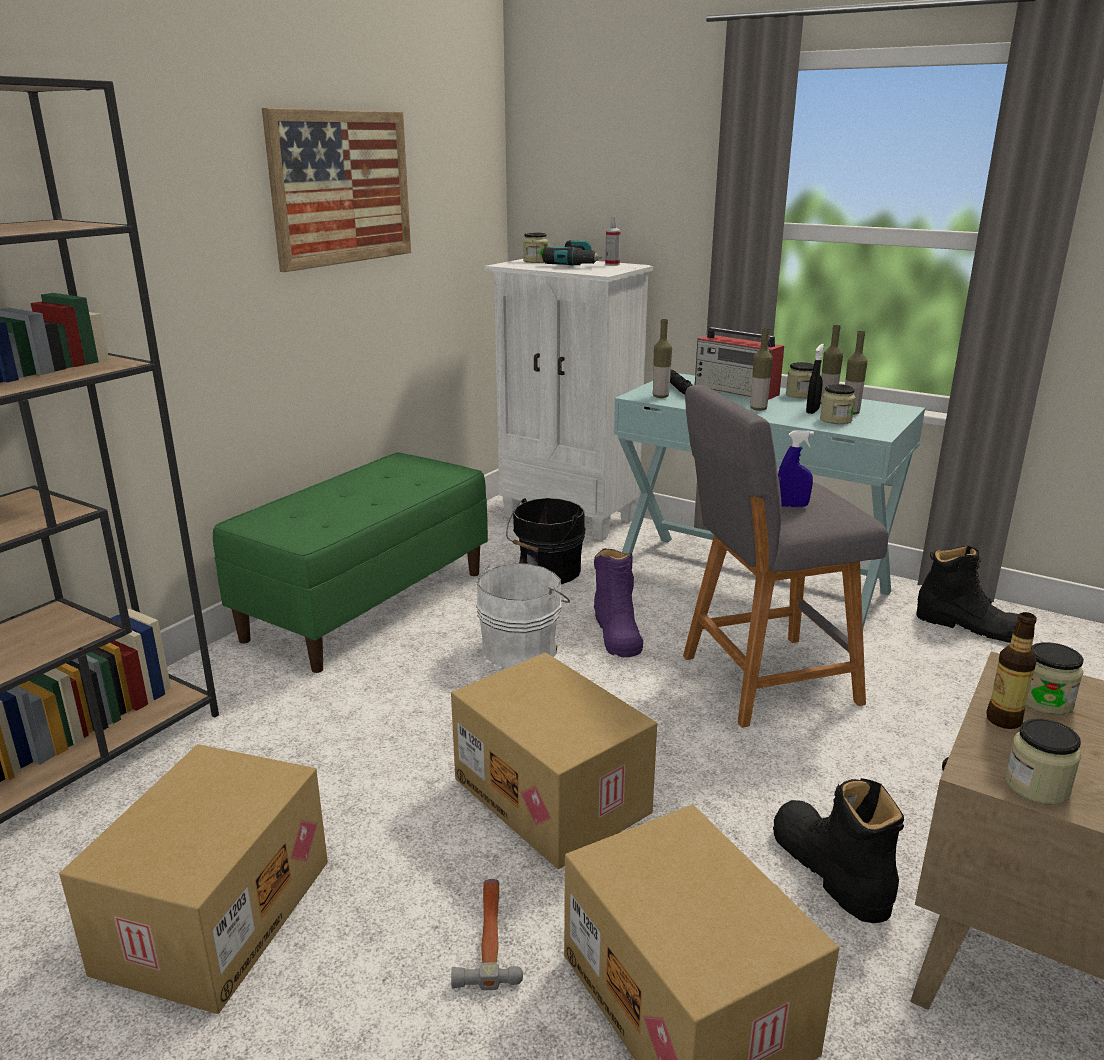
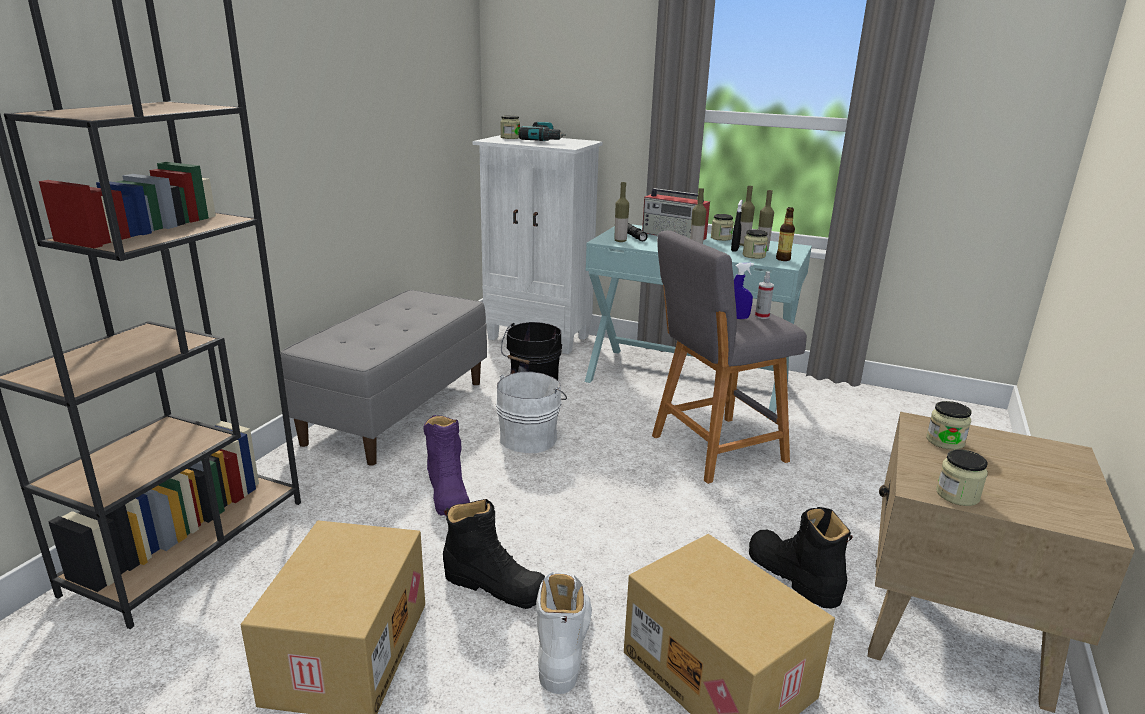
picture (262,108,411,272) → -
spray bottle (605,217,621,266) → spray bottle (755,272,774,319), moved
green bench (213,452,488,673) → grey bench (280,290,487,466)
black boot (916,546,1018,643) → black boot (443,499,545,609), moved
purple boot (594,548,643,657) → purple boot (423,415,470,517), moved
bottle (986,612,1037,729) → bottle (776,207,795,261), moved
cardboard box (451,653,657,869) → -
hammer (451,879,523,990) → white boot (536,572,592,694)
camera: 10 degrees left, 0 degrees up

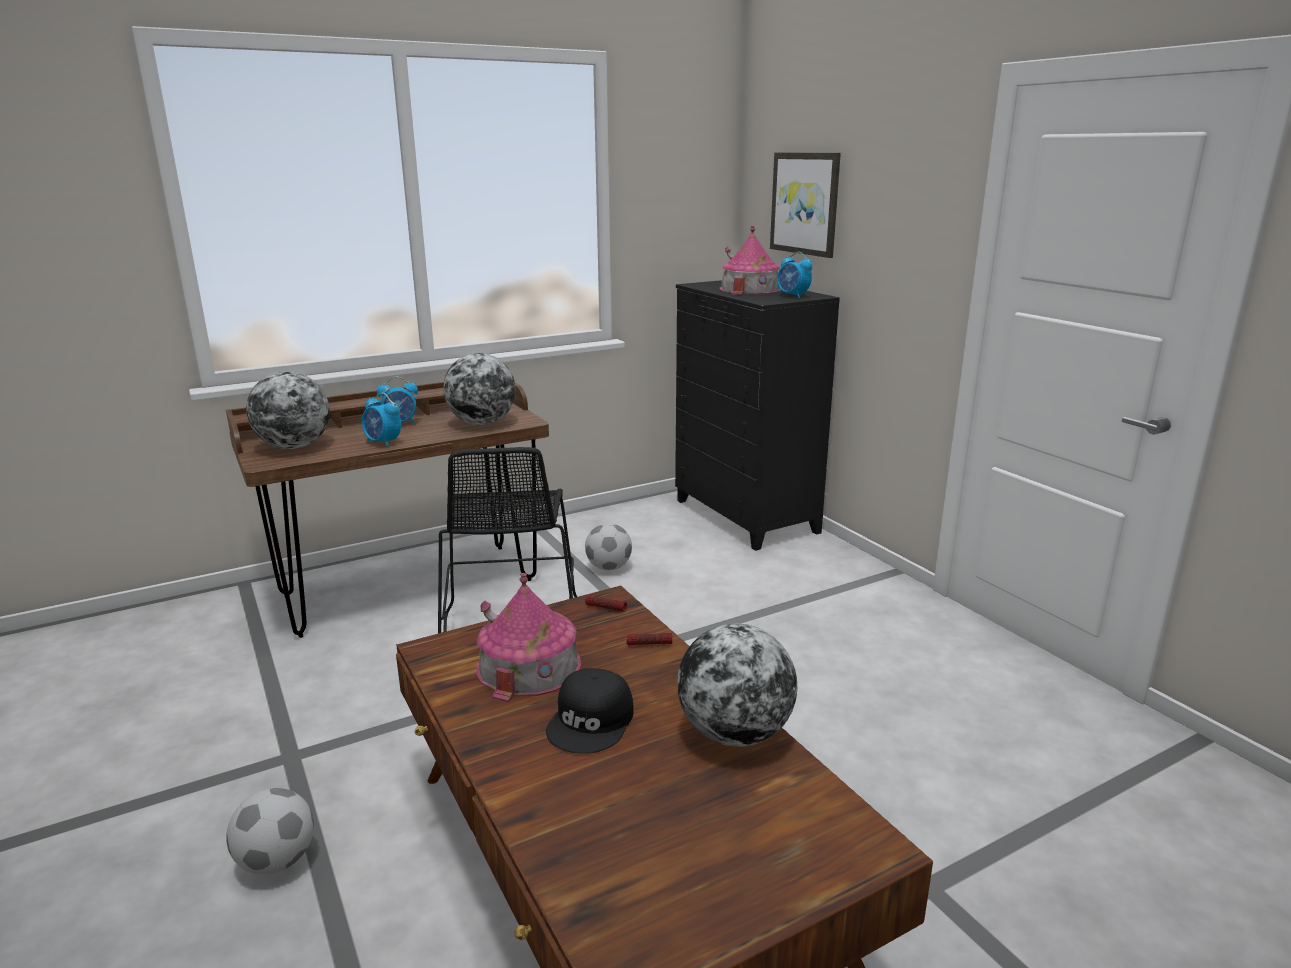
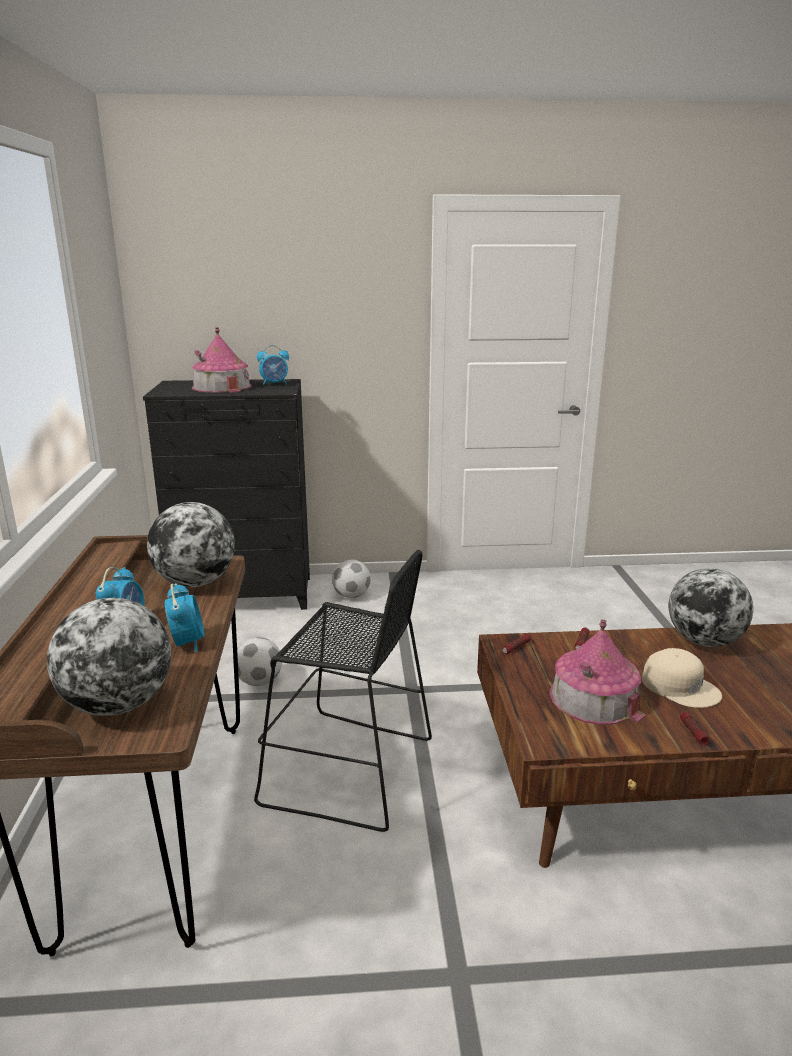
picture (770,152,841,258) → -
alarm clock (362,393,401,447) → alarm clock (165,583,204,652), 75 degrees counterclockwise
black cap (546,668,634,754) → beige cap (642,648,722,708)
football (226,788,314,875) → football (332,559,371,598), moved
- → flashlight (680,712,709,746)
camera: 65 degrees left, 0 degrees up

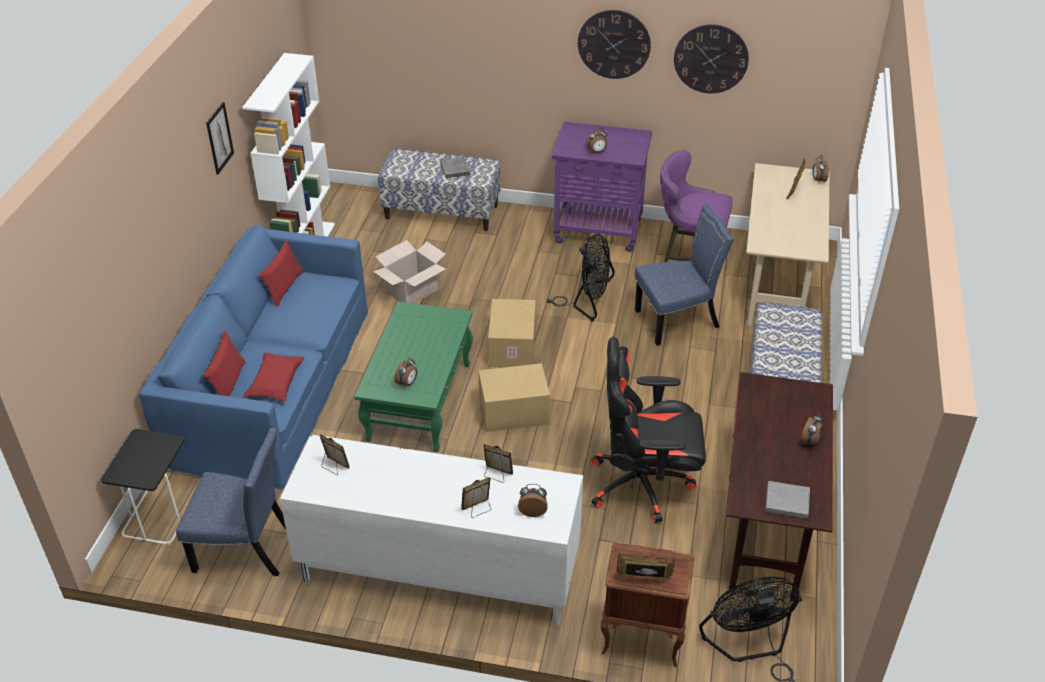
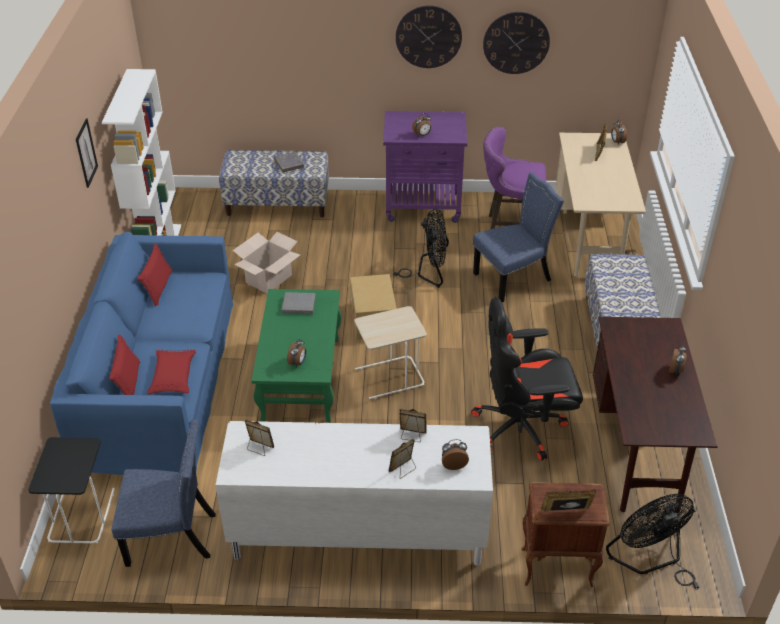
cardboard box (478,363,550,432) → beige side table (354,306,427,399)
grey book (765,481,810,519) → grey book (282,292,316,314), moved
camera: 10 degrees left, 0 degrees up

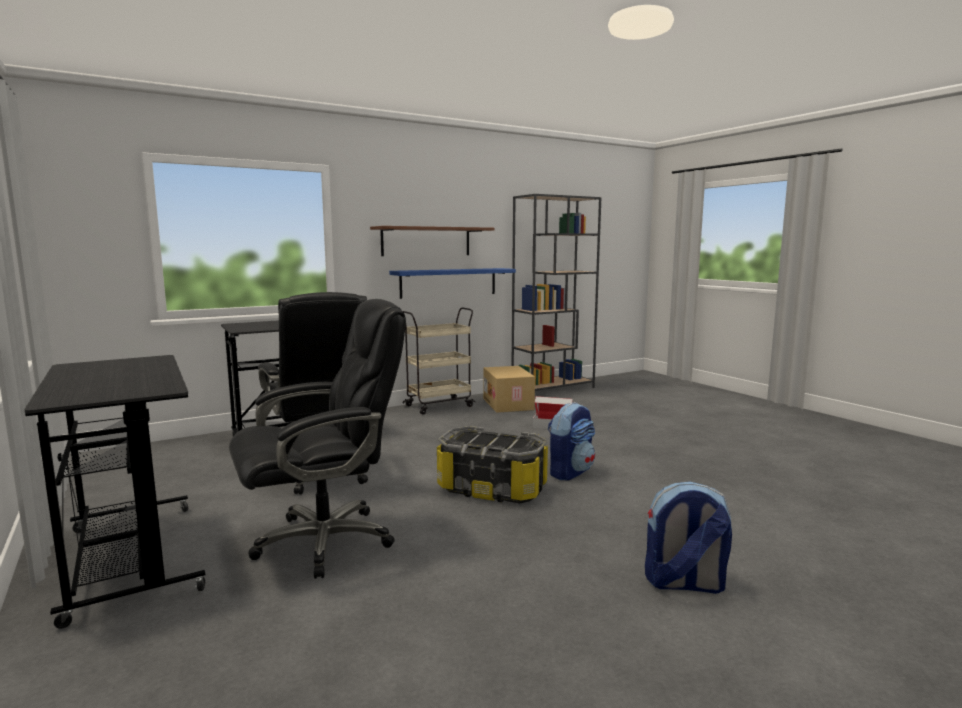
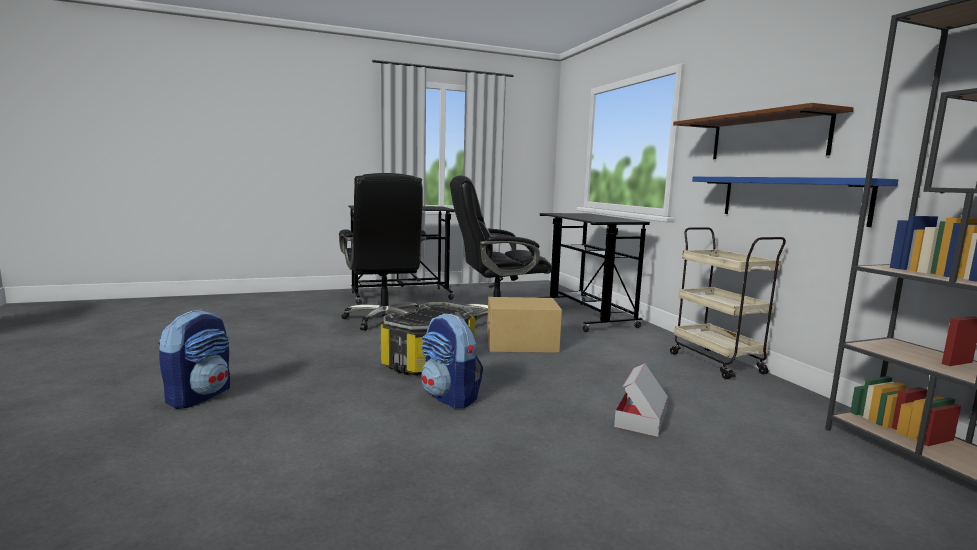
cardboard box (483,366,535,413) → cardboard box (487,297,562,353), moved
camera: 100 degrees right, 0 degrees up

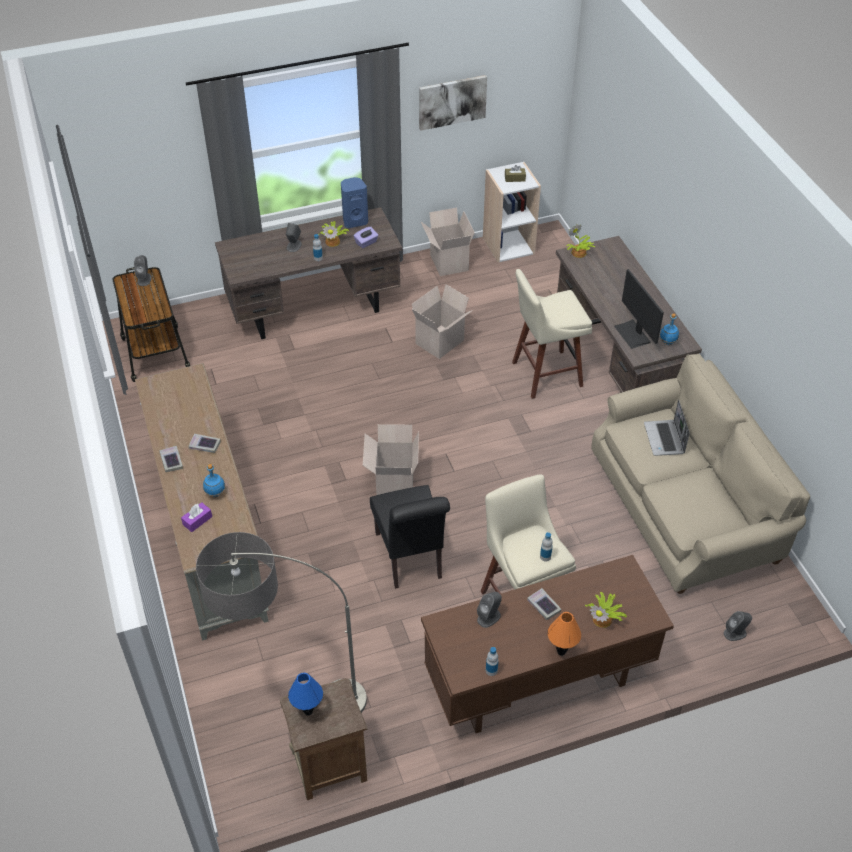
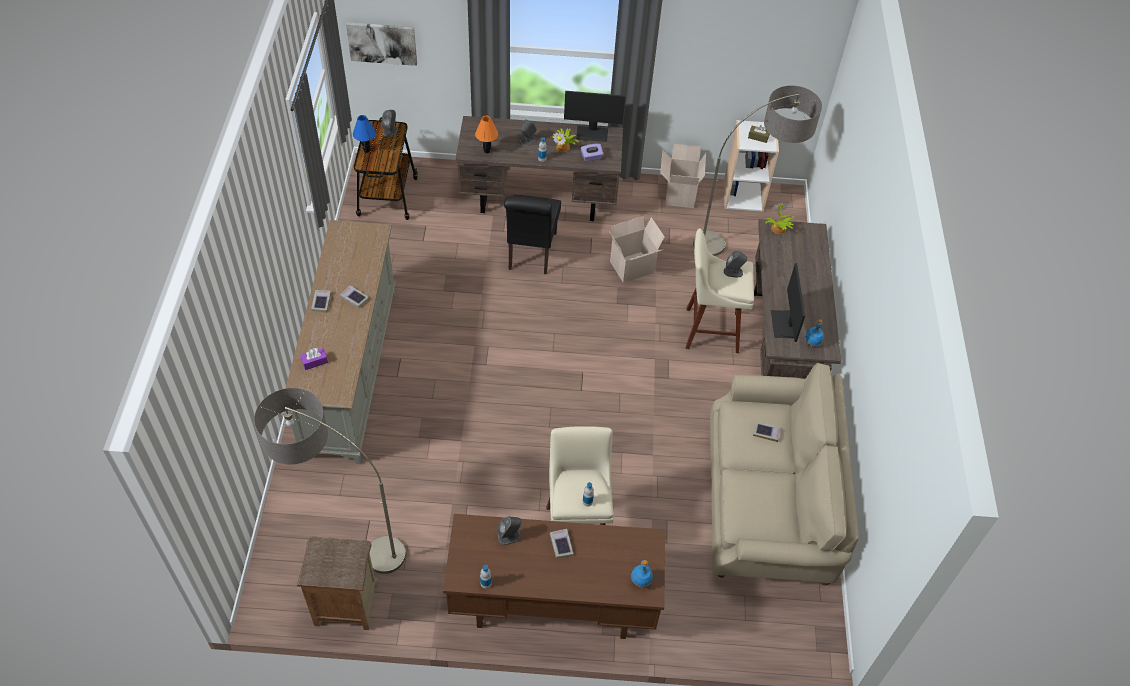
picture (419,75,487,131) → picture (346,22,417,66), moved
blue speaker (341,177,368,228) → monitor (564,91,625,142)
laptop (644,400,690,456) → book (753,422,781,442)
cardboard box (363,424,419,495) → -
blue bottle (203,464,225,497) → blue bottle (631,560,653,587), moved
black chair (370,485,450,589) → black chair (504,195,561,274), moved
potted plant (585,592,627,628) → -
grey speaker (724,611,752,641) → grey speaker (724,250,747,277), moved
orange table lamp (547,612,581,656) → orange table lamp (475,116,498,154), moved
blue table lamp (288,673,323,716) → blue table lamp (353,115,376,153), moved
- → floor lamp (693,85,822,256)
camera: 20 degrees right, 5 degrees up

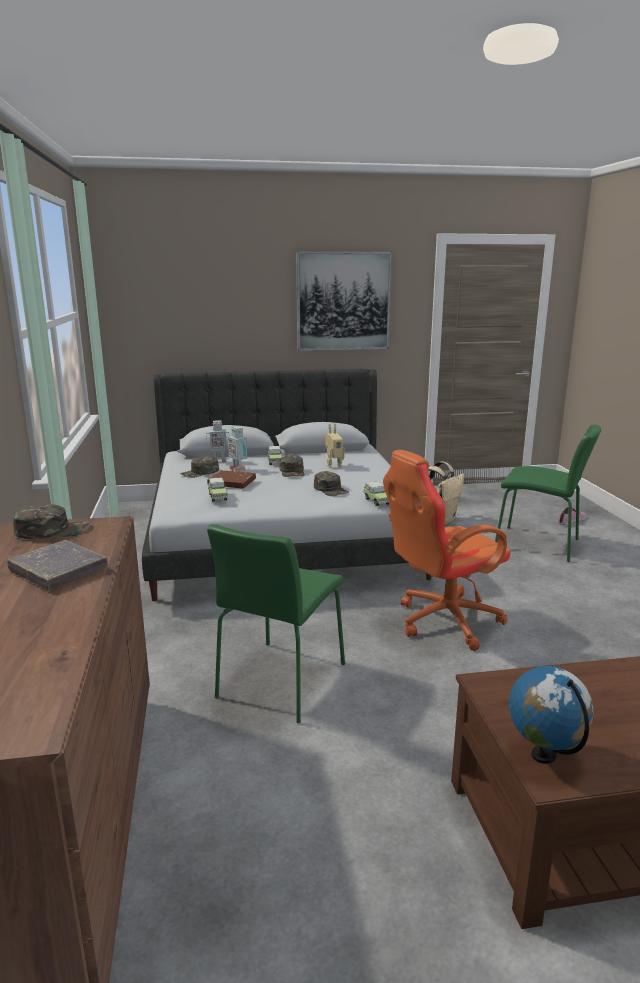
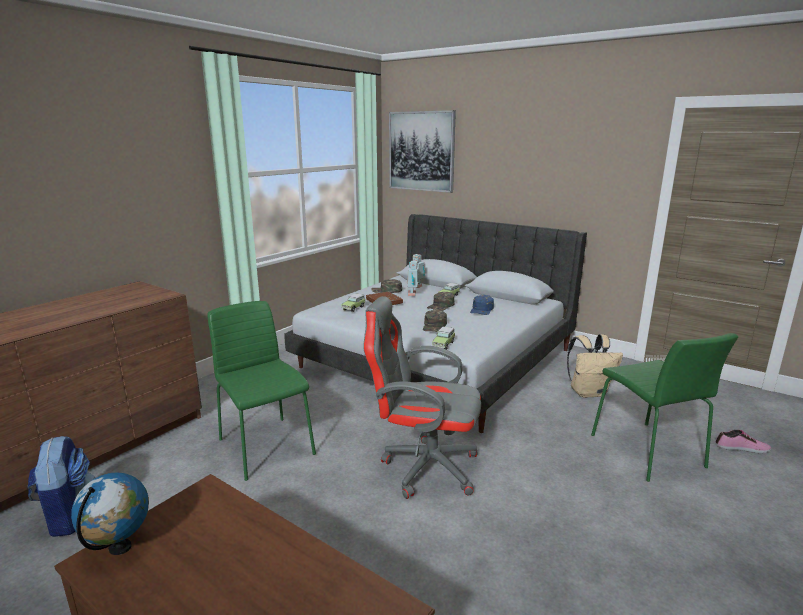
picture (296,251,392,351) → picture (389,110,456,193), moved
toy robot (325,424,345,468) → blue cap (470,295,494,315)
orange office chair (383,450,510,651) → grey office chair (363,296,481,499)
green cap (13,504,91,539) → -
green chair (207,524,345,723) → green chair (207,301,316,481), 75 degrees clockwise
grey book (7,540,108,590) → -
- → backpack (27,436,95,537)
camera: 45 degrees right, 0 degrees up

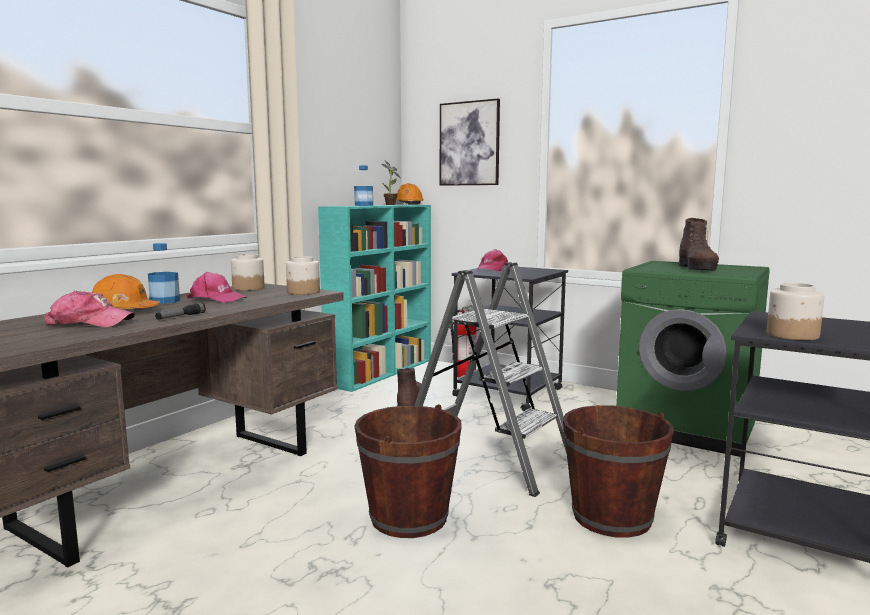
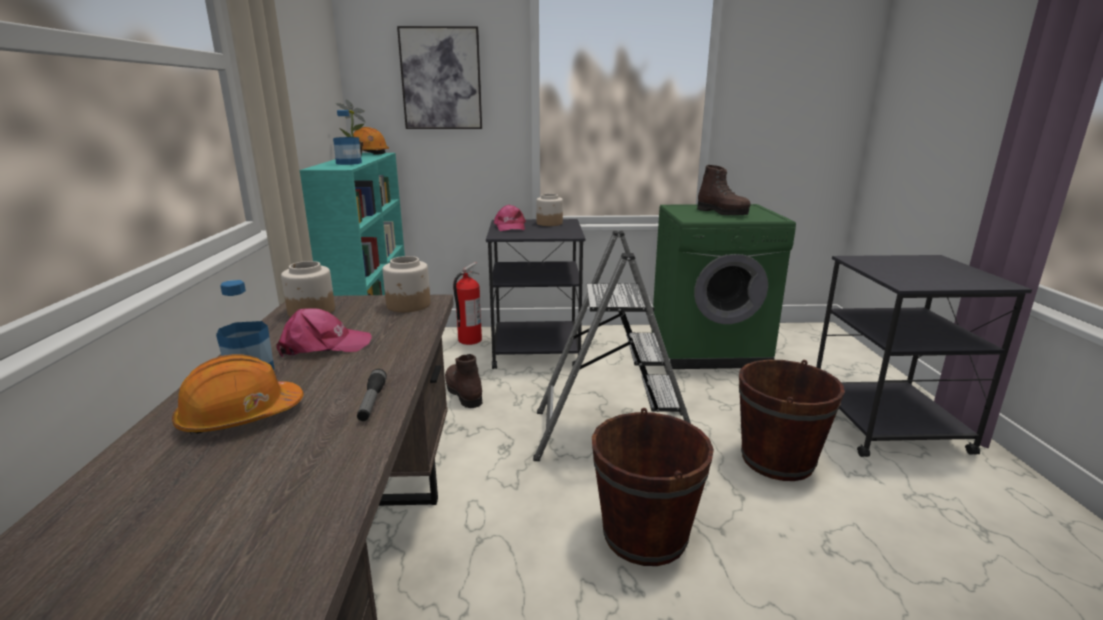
jar (767,283,824,340) → jar (536,194,563,226), moved
cap (44,291,135,327) → -
camera: 35 degrees left, 10 degrees up

